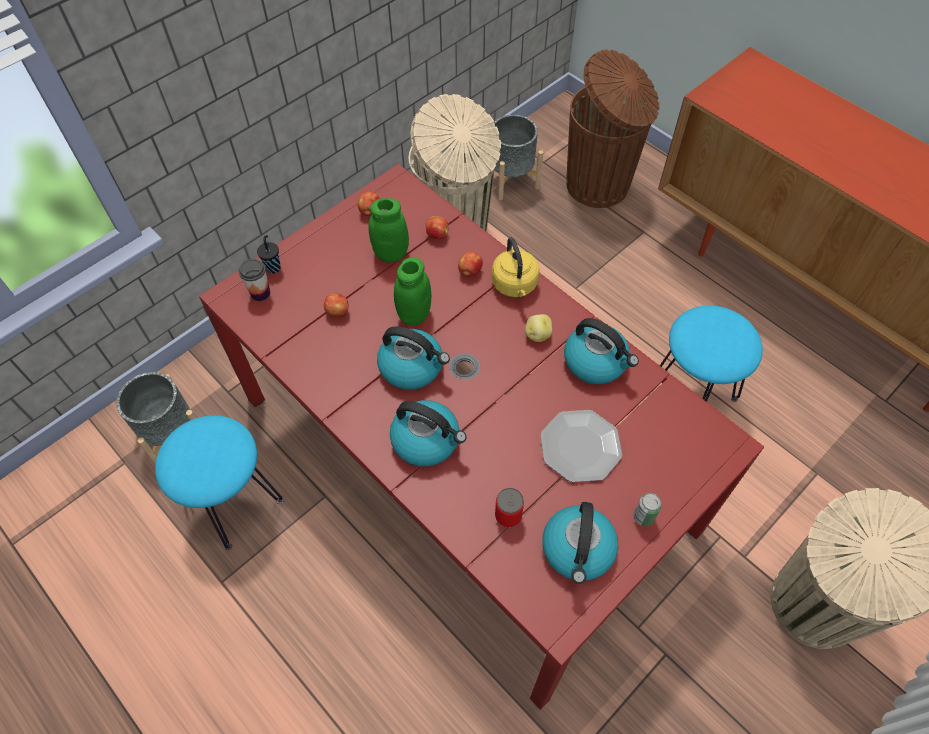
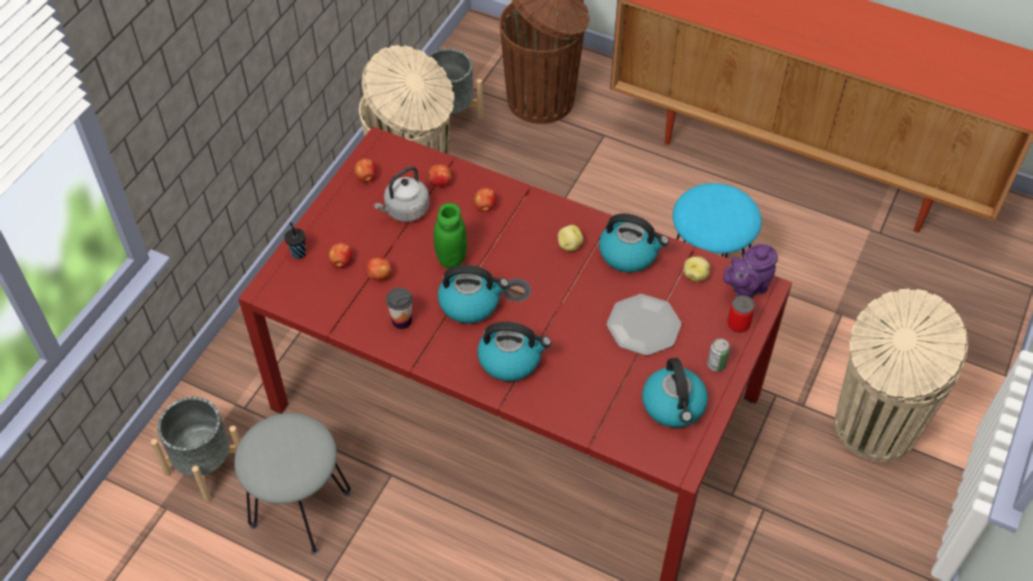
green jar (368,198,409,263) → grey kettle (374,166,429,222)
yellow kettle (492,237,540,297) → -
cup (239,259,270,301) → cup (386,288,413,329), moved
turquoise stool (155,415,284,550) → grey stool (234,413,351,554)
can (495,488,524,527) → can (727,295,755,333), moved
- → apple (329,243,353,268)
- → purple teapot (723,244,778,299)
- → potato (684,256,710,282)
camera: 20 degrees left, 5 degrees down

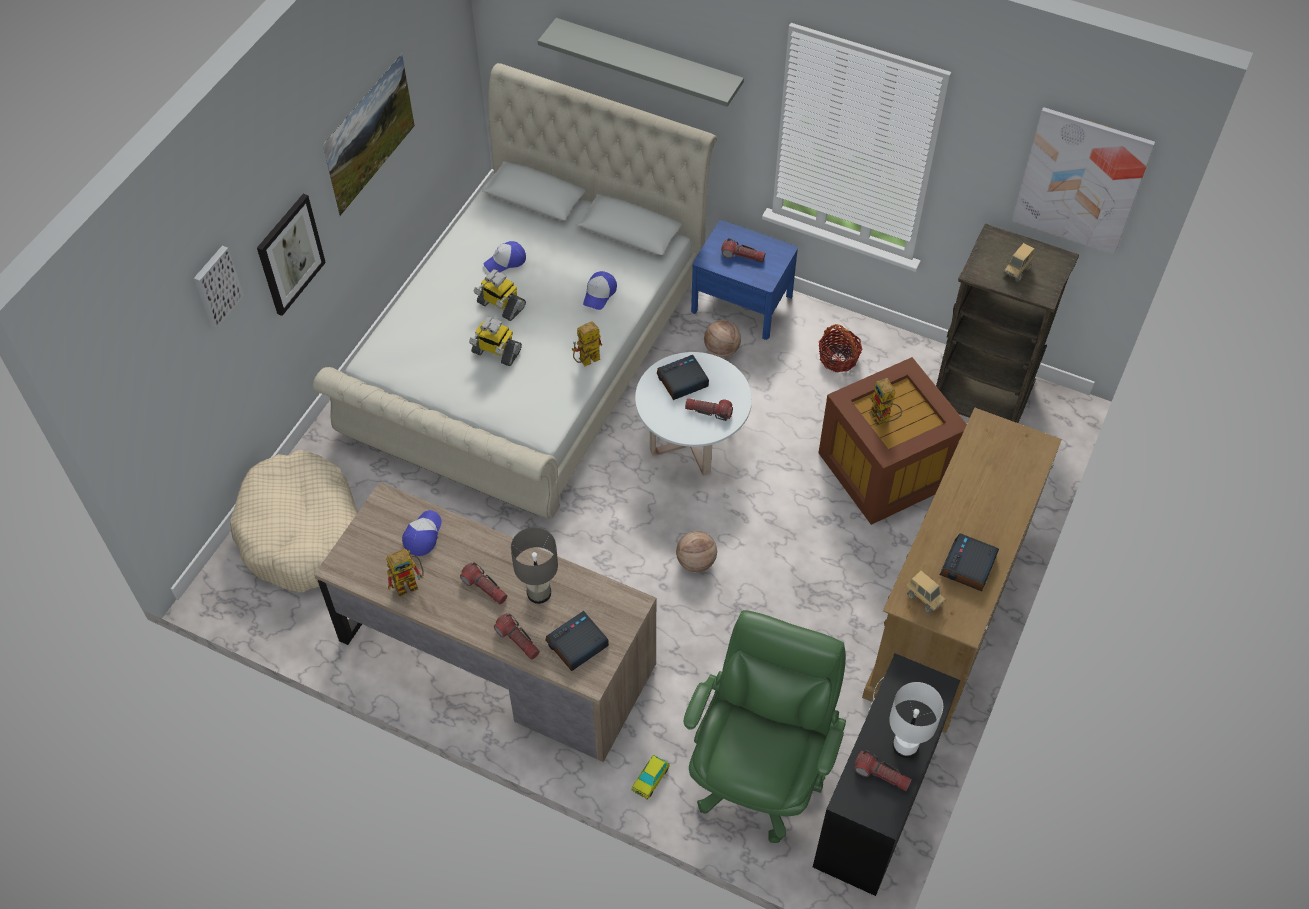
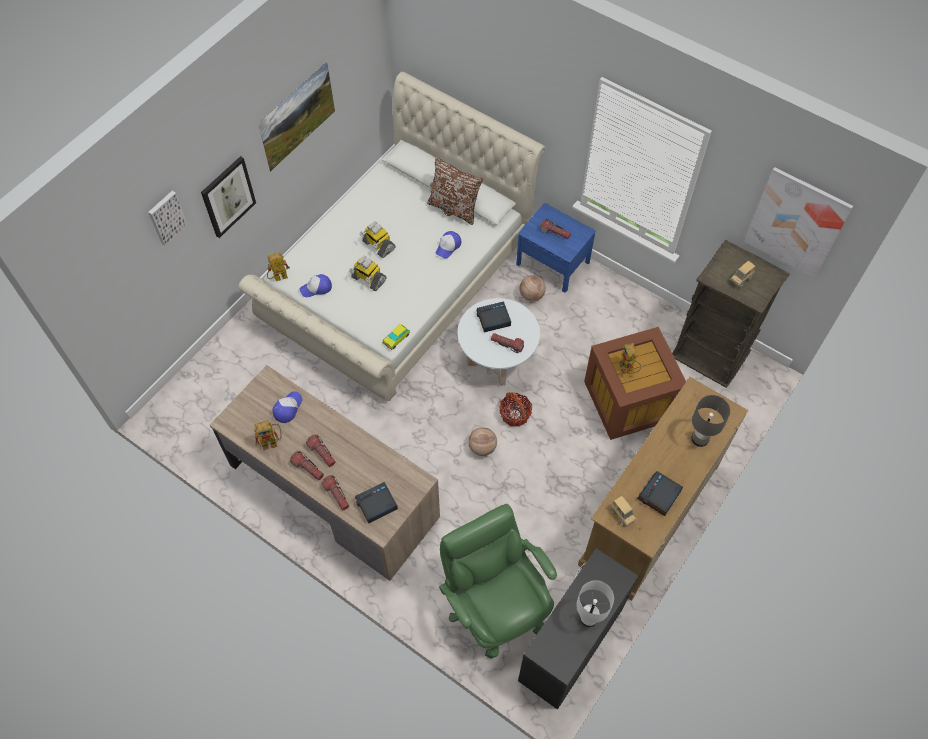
grey shelf (538,18,744,107) → -
cap (483,241,526,273) → cap (299,274,332,297), moved
toy robot (572,321,602,366) → toy robot (267,252,290,281), moved
basket (819,324,863,372) → basket (499,392,532,427), moved
beige dog bed (230,450,358,592) → -
grey table lamp (511,527,558,604) → grey table lamp (691,395,730,447), moved
green office chair (684,610,846,843) → green office chair (439,504,557,658), 60 degrees counterclockwise
flashlight (854,750,912,791) → flashlight (290,451,324,481), moved
toy car (631,755,670,800) → toy car (382,324,410,350), moved
- → brown pillow (427,157,483,225)
camera: 10 degrees right, 5 degrees up

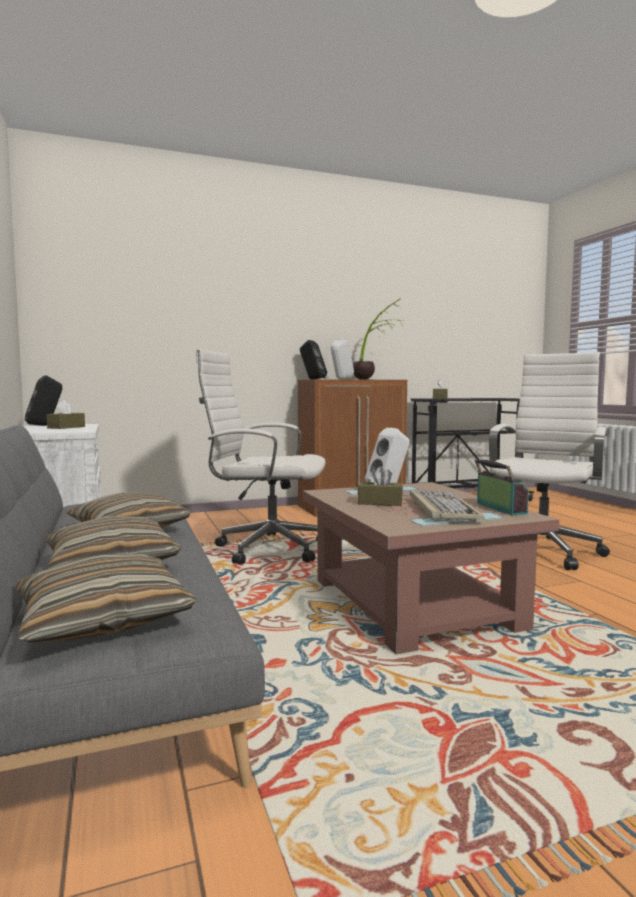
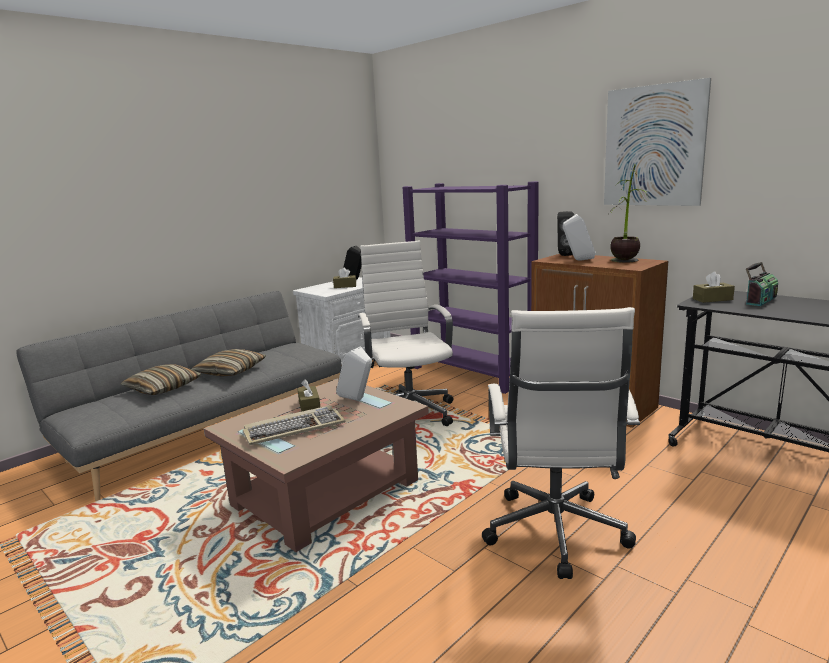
white office chair (489,352,610,570) → white office chair (482,307,640,579), 90 degrees clockwise
radio (475,459,529,516) → radio (746,262,778,306), moved
pillow (15,554,196,642) → -
- → picture (604,78,711,206)
- → purple bookcase (402,181,539,394)
camera: 65 degrees right, 10 degrees up

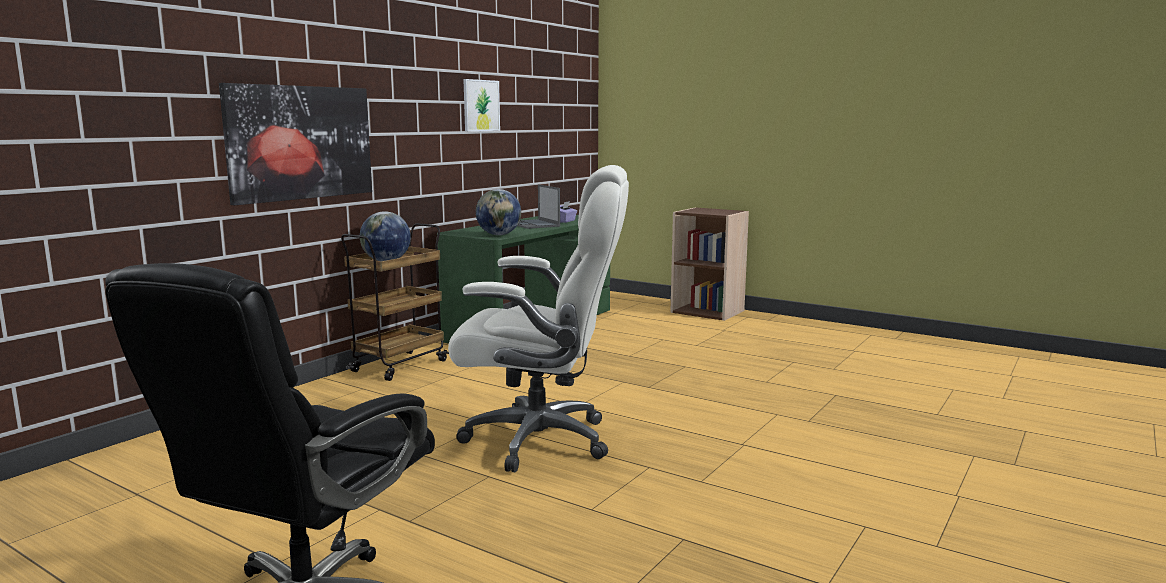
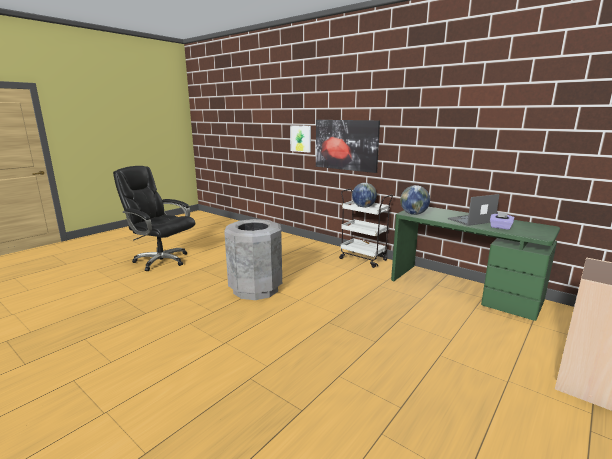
picture (463,79,500,131) → picture (290,125,311,153), moved
white office chair (448,165,629,472) → grey trash can (224,219,282,300)
brown cart (341,223,449,381) → white cart (339,189,393,268)
camera: 95 degrees right, 5 degrees up

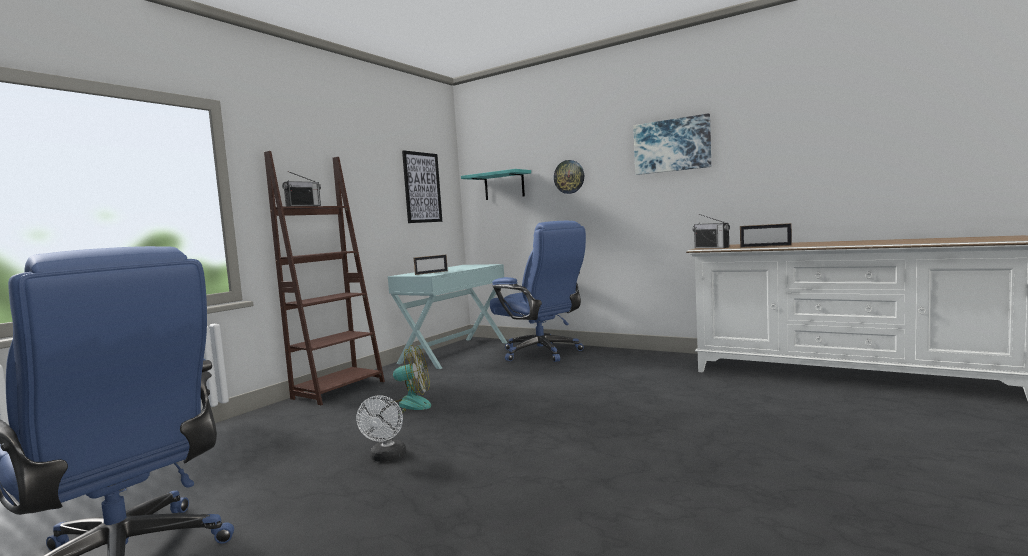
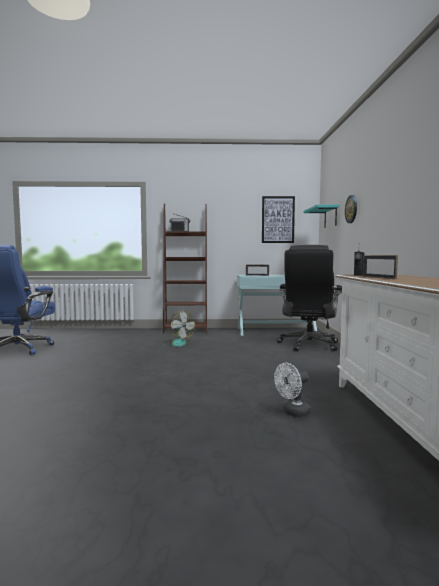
picture (633,113,711,175) → -
blue office chair (490,221,586,362) → black office chair (277,245,342,351)
white fan (356,395,406,462) → white fan (274,363,311,417), moved
camera: 55 degrees right, 0 degrees up

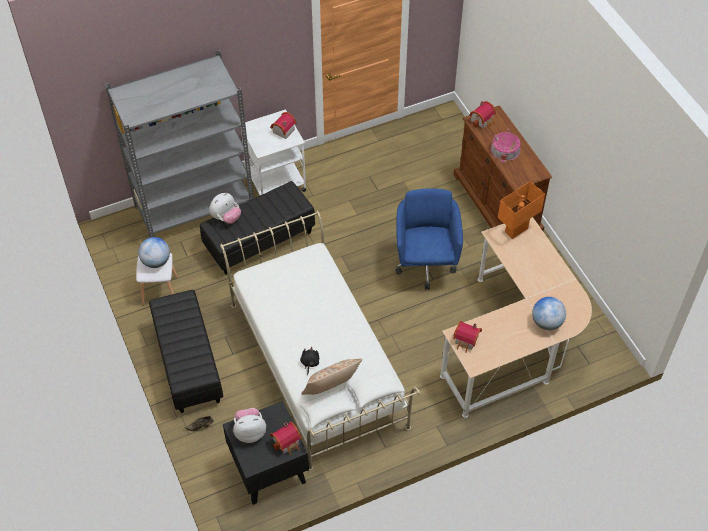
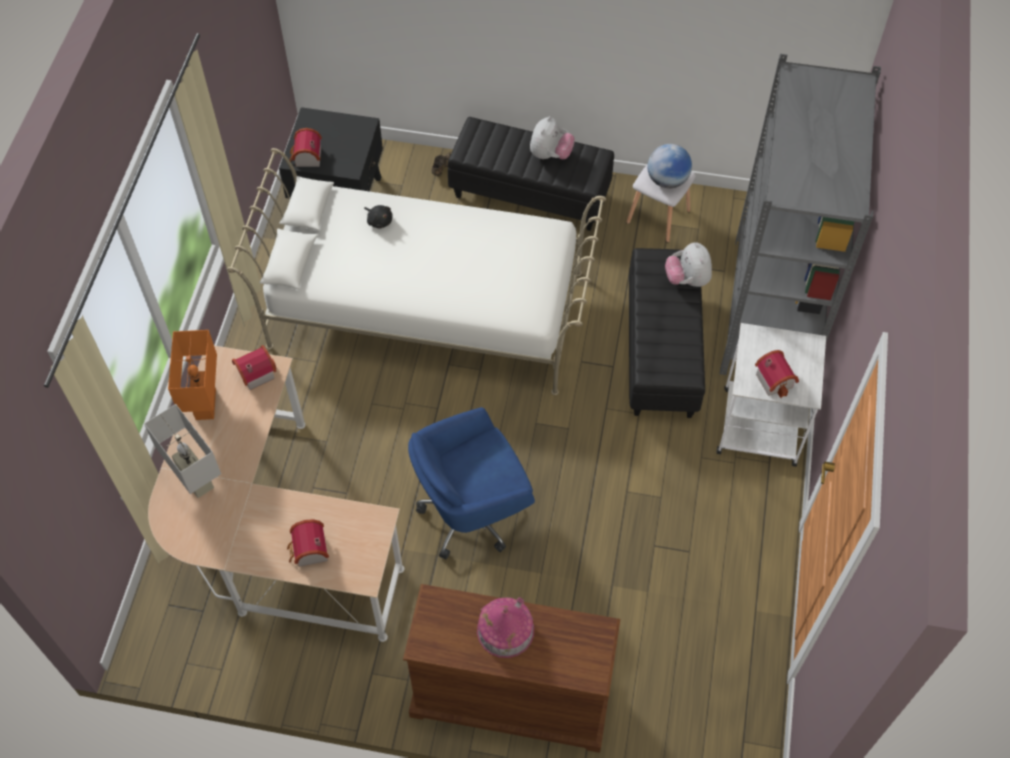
toy house (469,101,496,129) → toy house (287,519,329,567), moved
orange table lamp (498,181,545,239) → orange table lamp (168,330,217,420), moved
blue office chair (395,188,463,290) → blue office chair (408,407,535,560), 120 degrees clockwise
globe (532,297,566,330) → white table lamp (144,404,221,498)
beige pillow (301,358,362,395) → -
plush toy (233,408,266,443) → plush toy (530,116,575,159), moved
camera: 125 degrees right, 5 degrees up

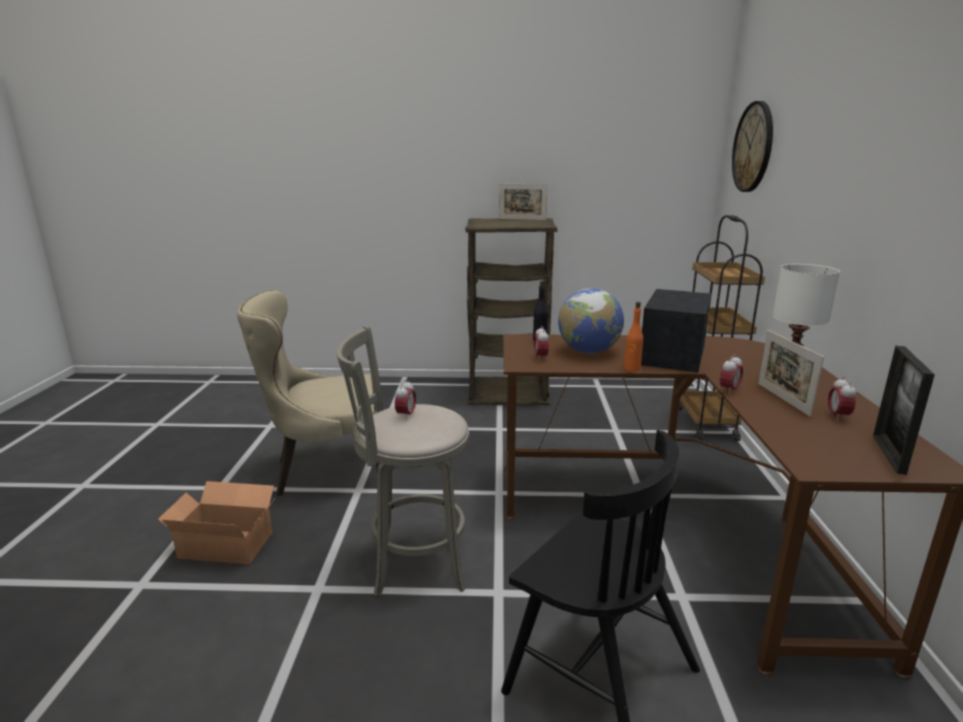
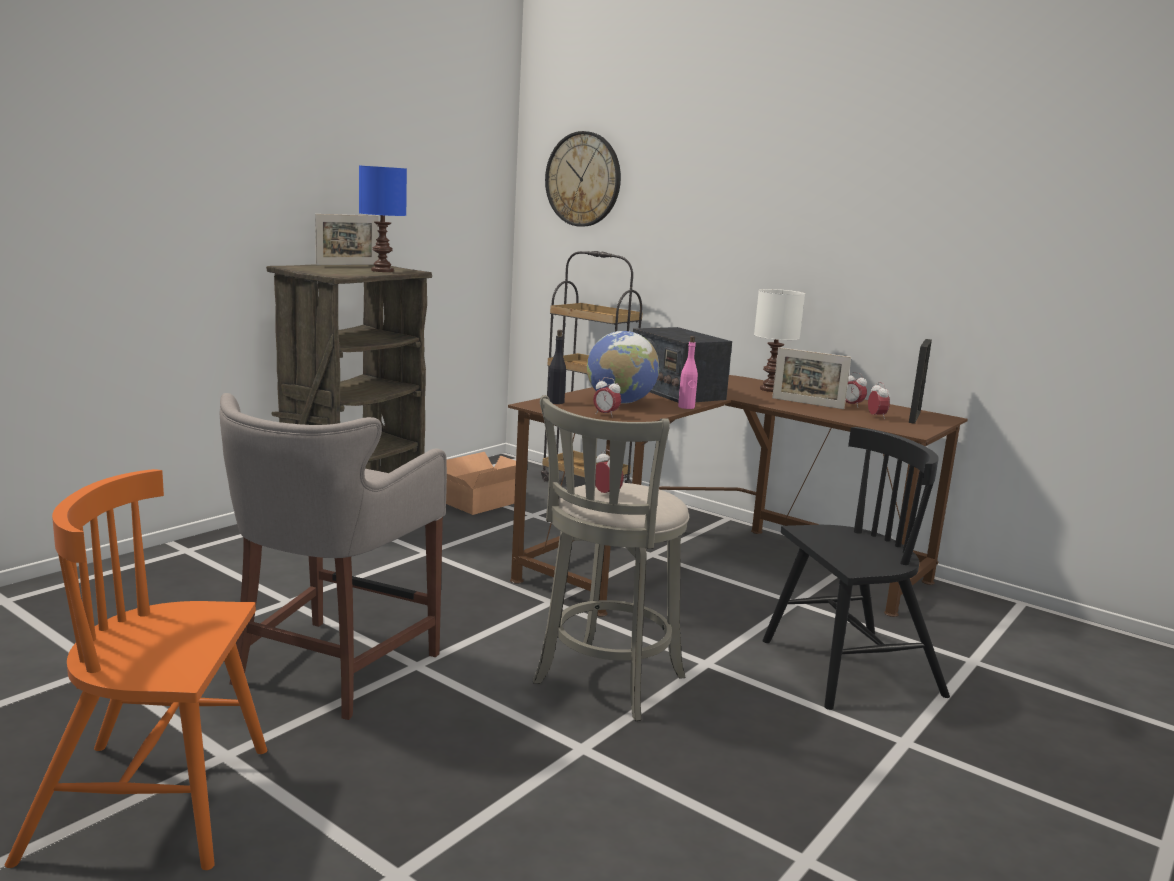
beige chair (237,290,380,496) → grey stool (219,393,447,720)
orange bottle (624,302,643,372) → pink bottle (678,336,698,409)
picture frame (873,346,935,475) → picture frame (909,339,932,424), 120 degrees counterclockwise
alarm clock (720,354,743,394) → alarm clock (868,382,890,420), moved
cardboard box (158,481,275,564) → cardboard box (446,452,528,515), moved
- → blue table lamp (359,166,407,272)
- → orange chair (5,469,267,870)
camera: 55 degrees left, 5 degrees down

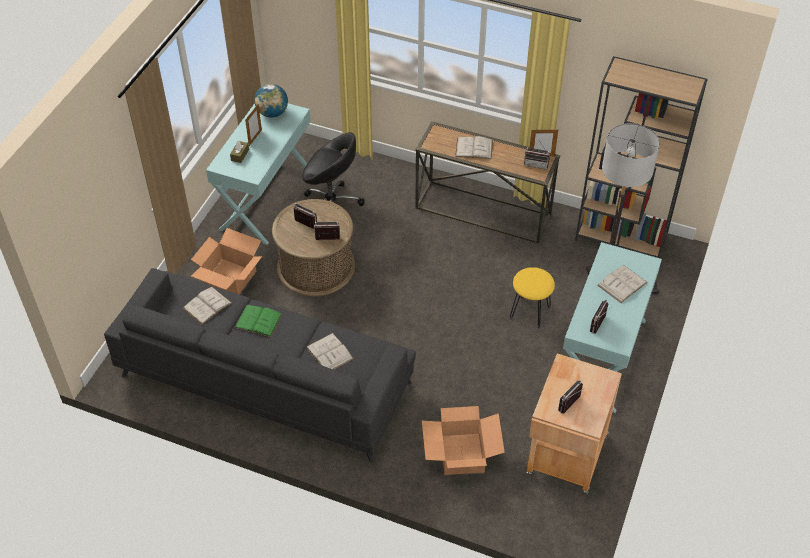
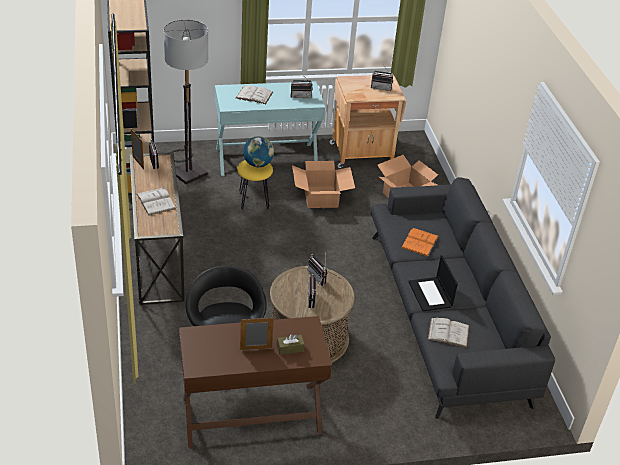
globe (254,84,288,118) → globe (243,136,274,167), moved
turquoise desk (206,103,311,245) → brown desk (179,316,332,448)
cardboard box (191,228,262,294) → cardboard box (292,161,355,208), moved
green book (234,305,282,337) → laptop (408,255,458,311)
white book (306,333,354,370) → orange book (401,228,439,257)
camera: 125 degrees left, 10 degrees down

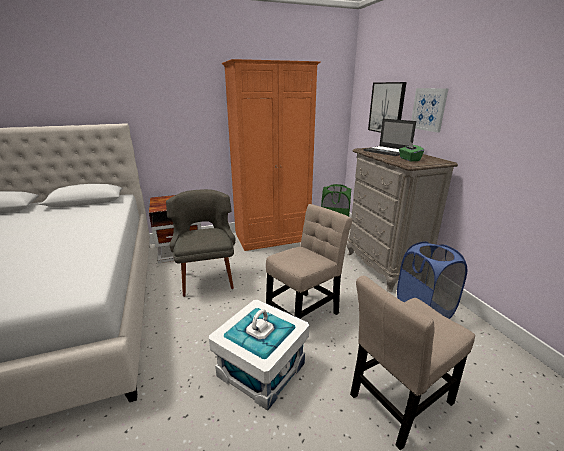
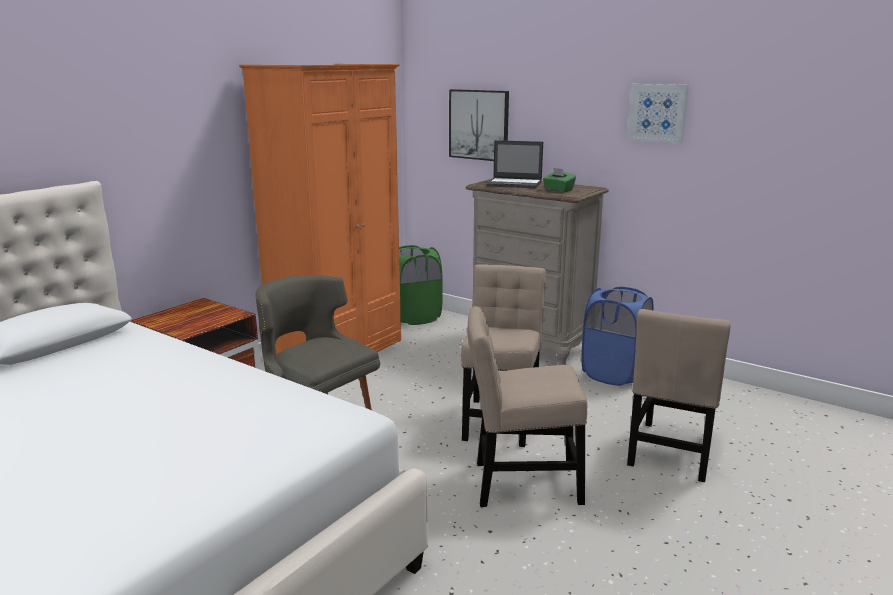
picture (411,88,449,132) → picture (628,84,689,143), moved
white storage box (209,300,309,411) → beige chair (467,306,587,507)
camera: 35 degrees left, 5 degrees down

